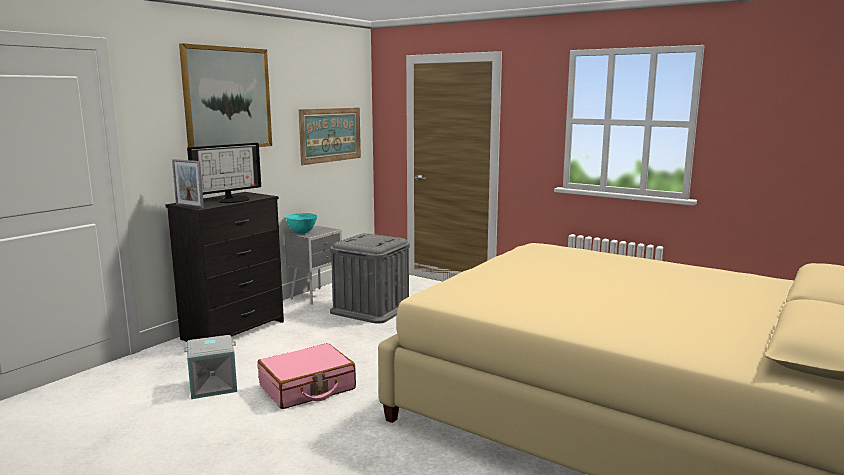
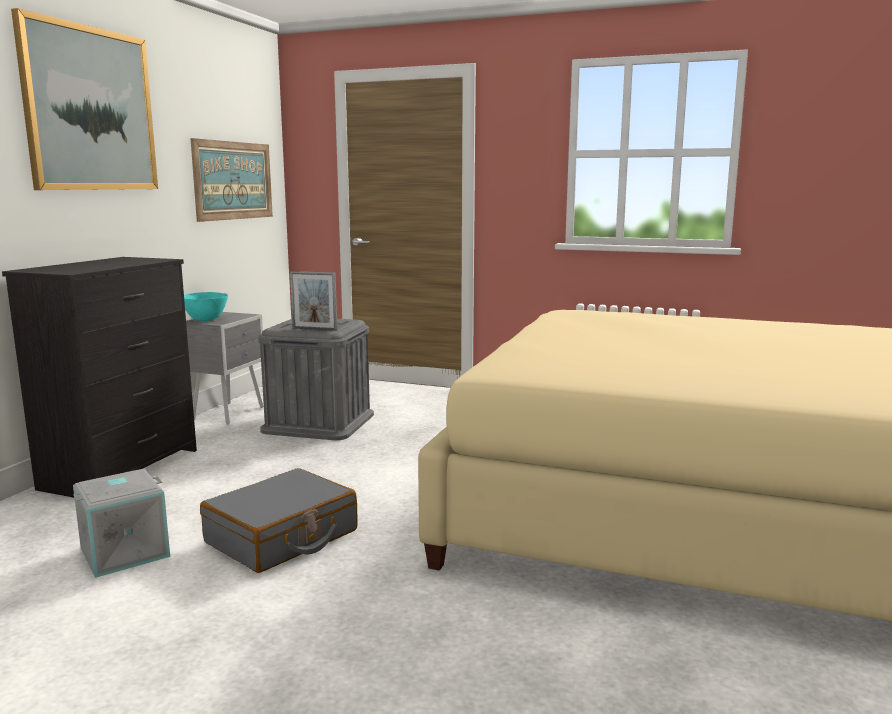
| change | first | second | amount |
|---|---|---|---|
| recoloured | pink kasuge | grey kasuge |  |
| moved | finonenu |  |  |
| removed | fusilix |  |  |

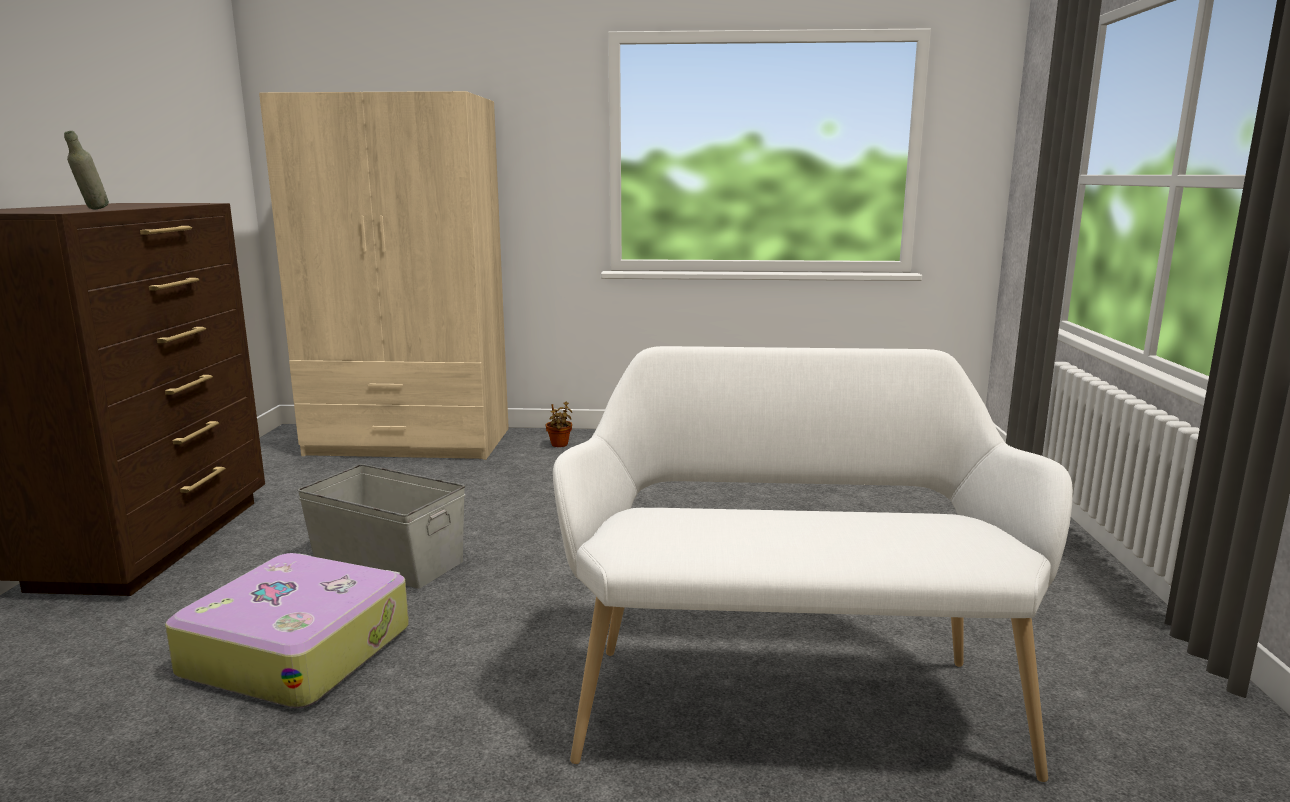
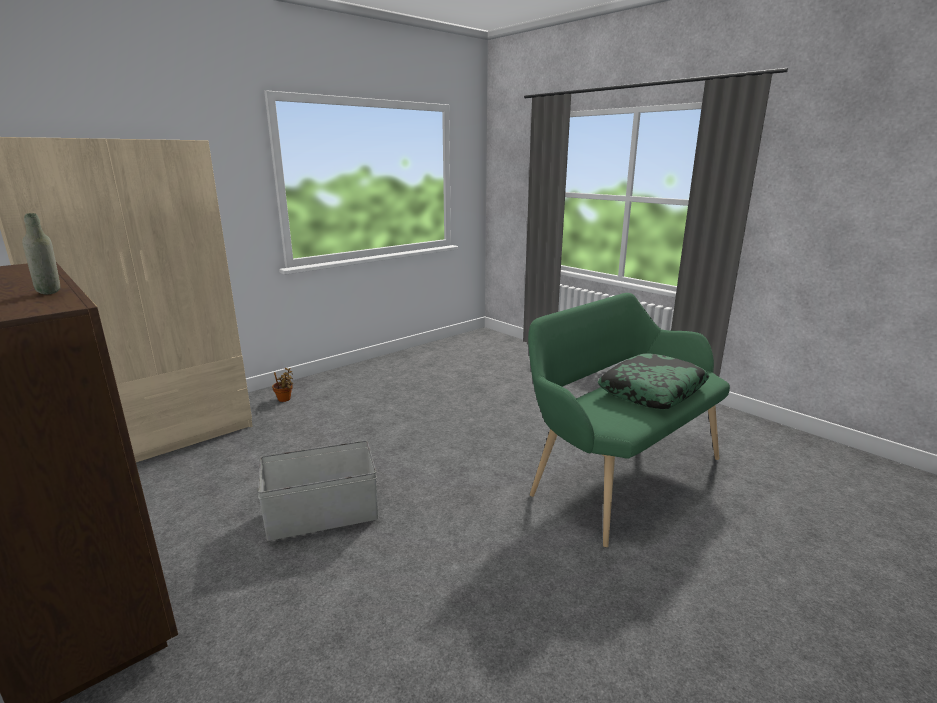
| change | first | second | amount |
|---|---|---|---|
| recoloured | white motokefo | green motokefo |  |
| added |  | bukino |  |
| removed | kasuge |  |  |

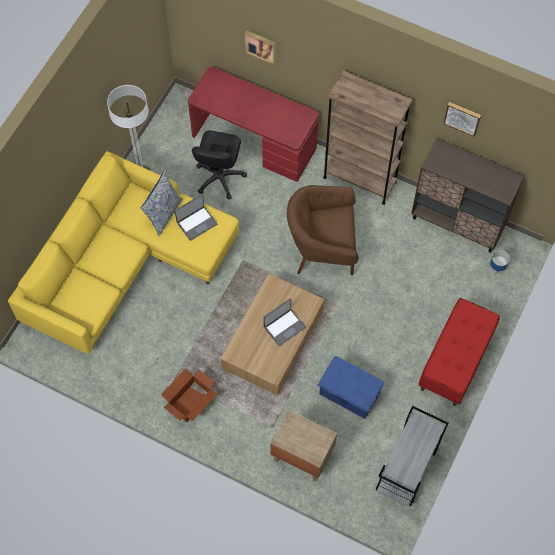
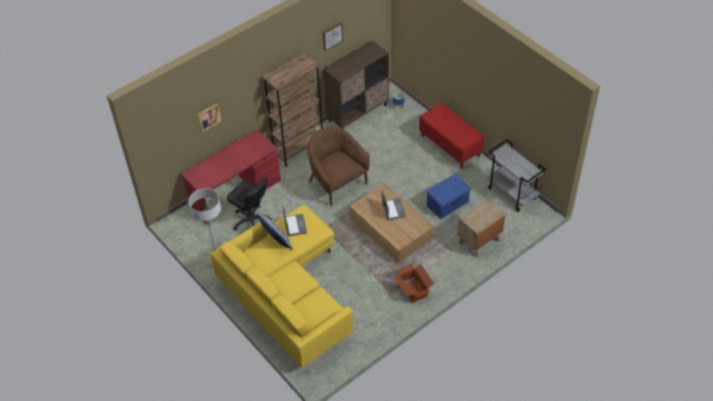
| change | first | second | amount |
|---|---|---|---|
| turned | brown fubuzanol |  | 120 degrees clockwise |

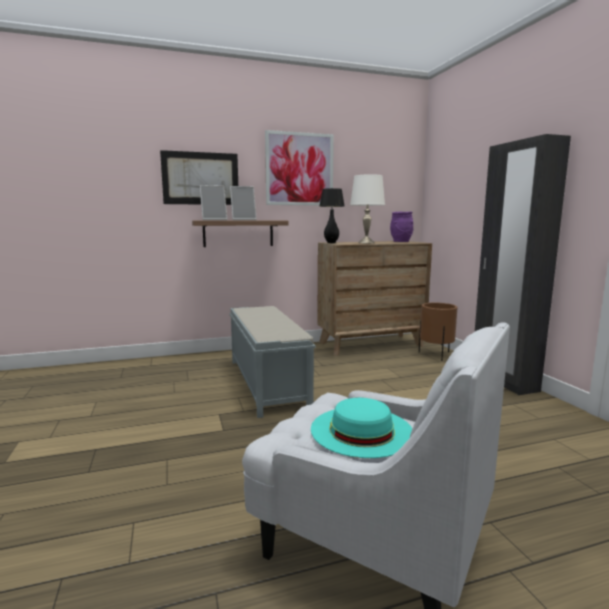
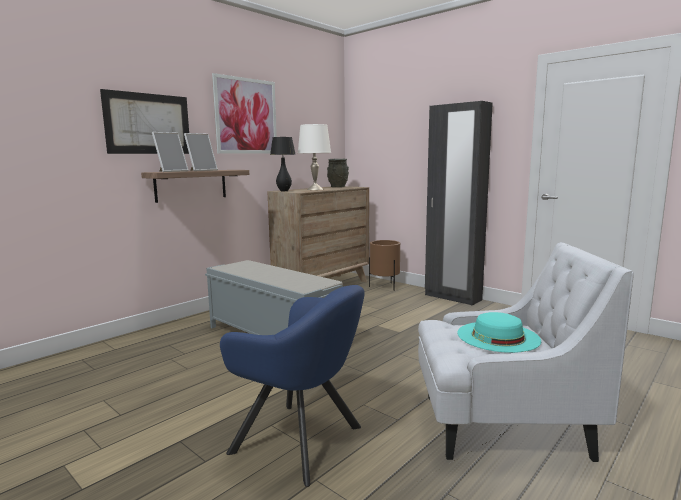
| change | first | second | amount |
|---|---|---|---|
| added |  | blue fubuzanol |  |
| recoloured | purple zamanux | grey zamanux |  |

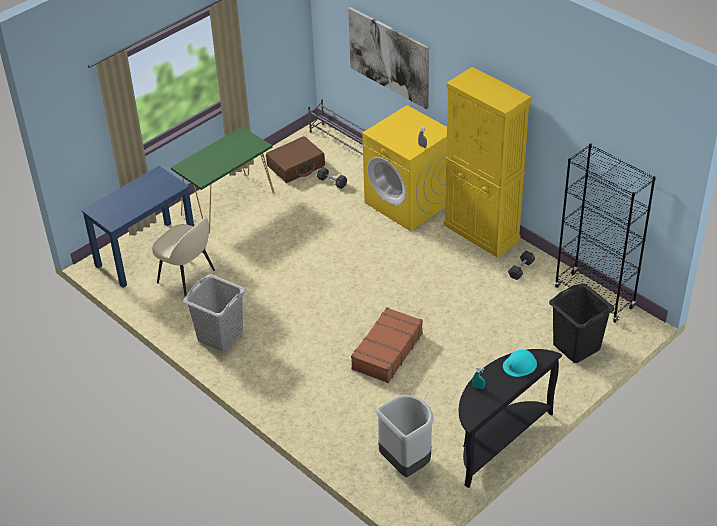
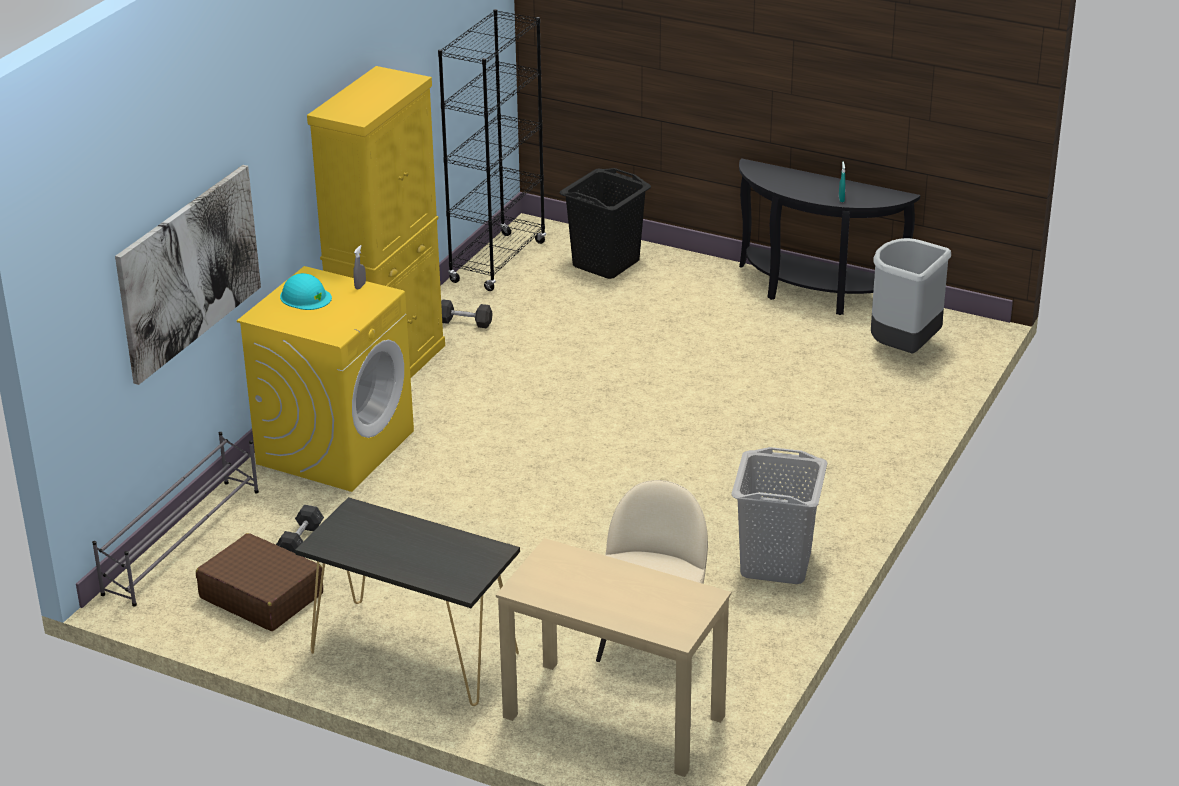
| change | first | second | amount |
|---|---|---|---|
| moved | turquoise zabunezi |  |  |
| recoloured | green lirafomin | black lirafomin (1st from left) |  |
| recoloured | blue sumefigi | beige sumefigi |  |
| removed | brown kasuge (2nd from left) |  |  |

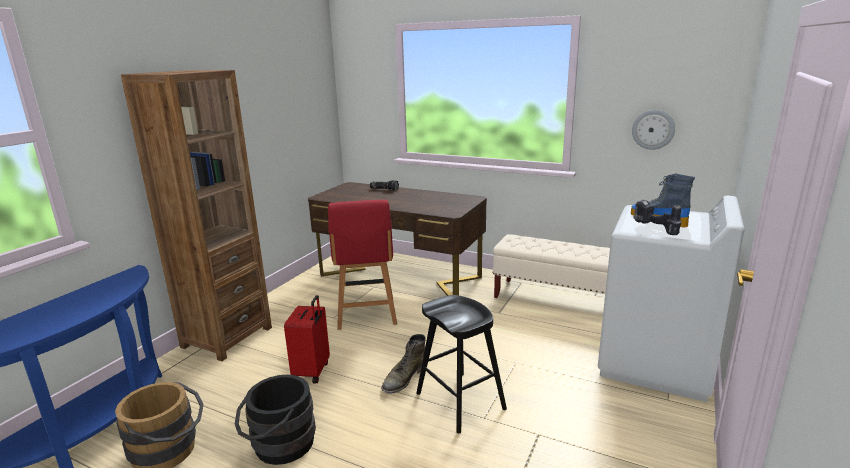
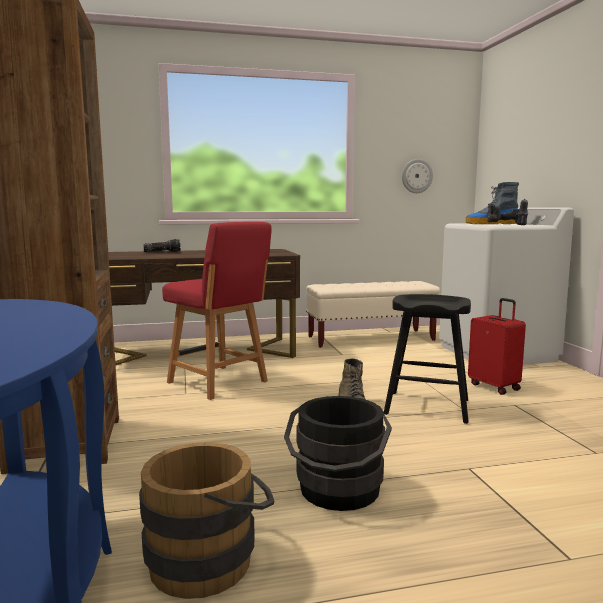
| change | first | second | amount |
|---|---|---|---|
| moved | red kasuge |  |  |

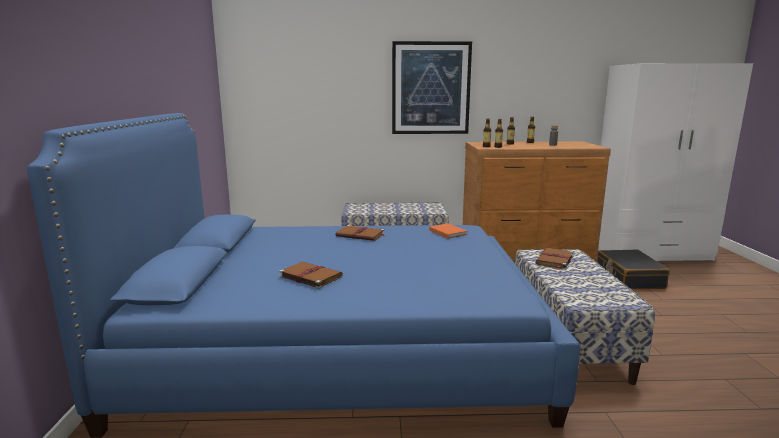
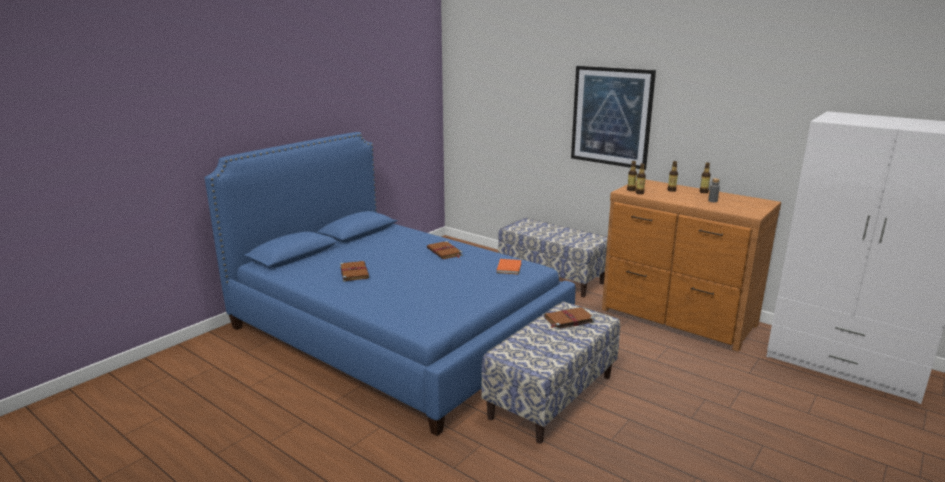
| change | first | second | amount |
|---|---|---|---|
| removed | black kasuge |  |  |

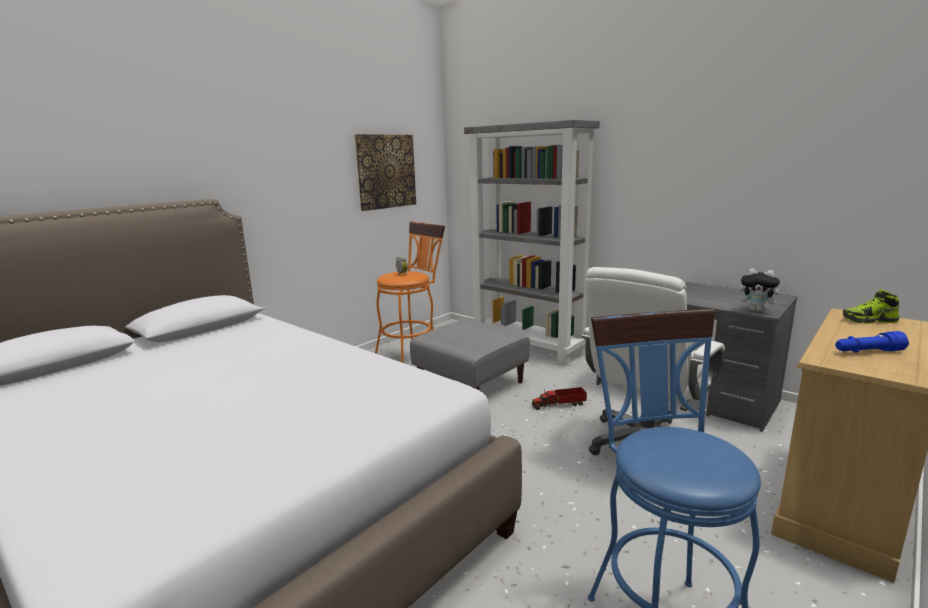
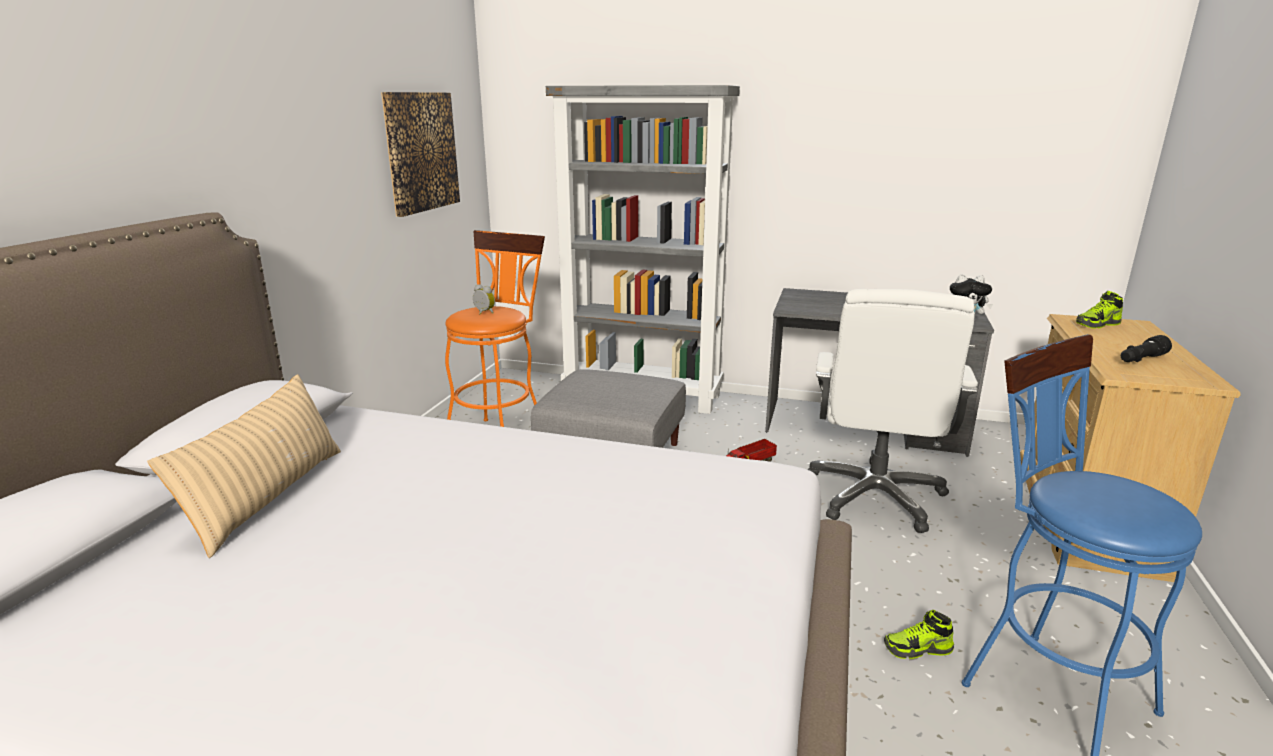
| change | first | second | amount |
|---|---|---|---|
| added |  | beige bukino |  |
| added |  | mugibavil (1st from left) |  |
| recoloured | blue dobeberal | black dobeberal |  |

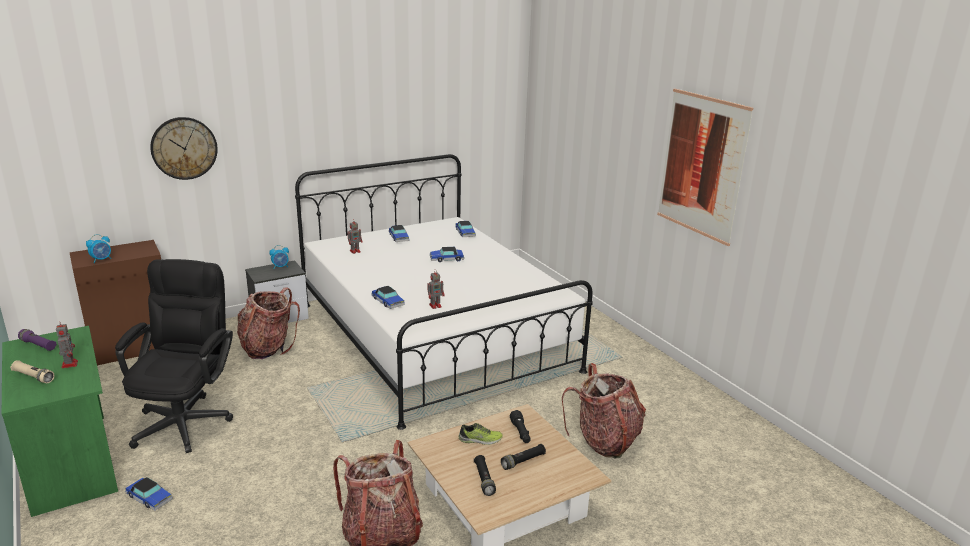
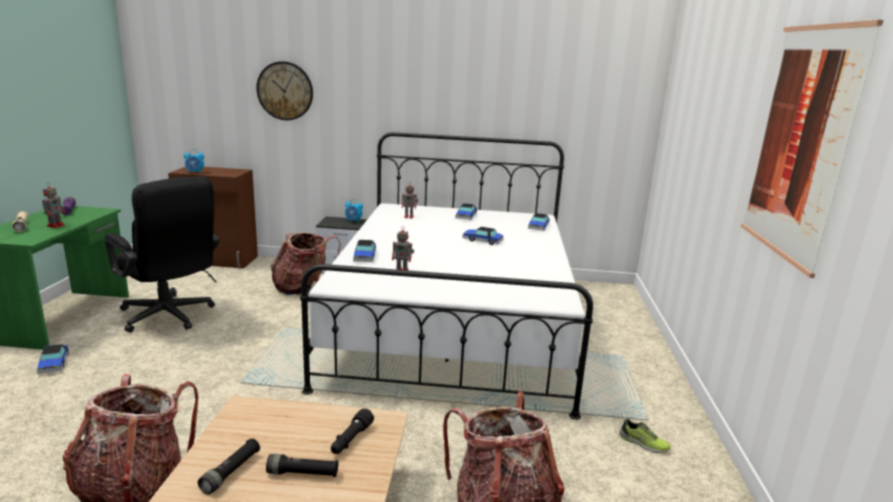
| change | first | second | amount |
|---|---|---|---|
| turned | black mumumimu |  | 90 degrees clockwise |
| moved | mugibavil |  |  |

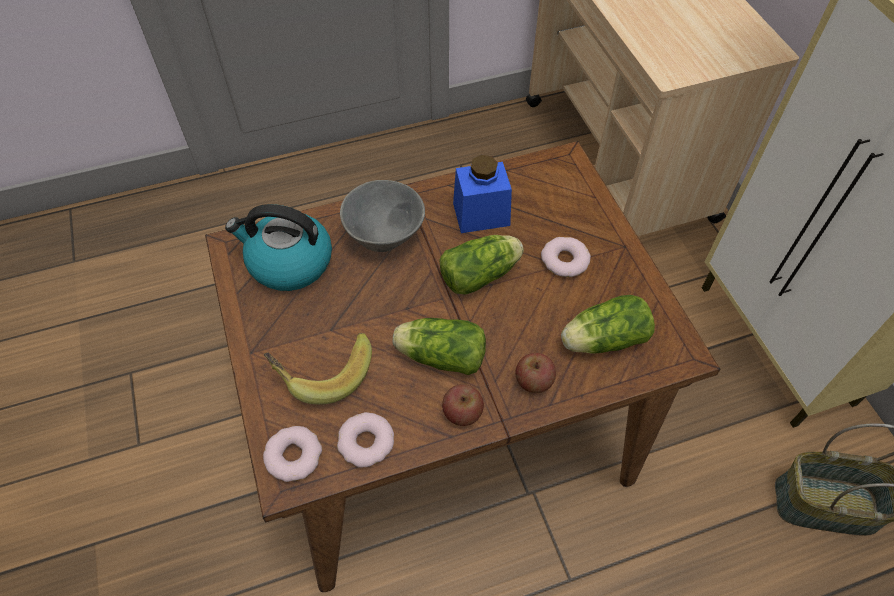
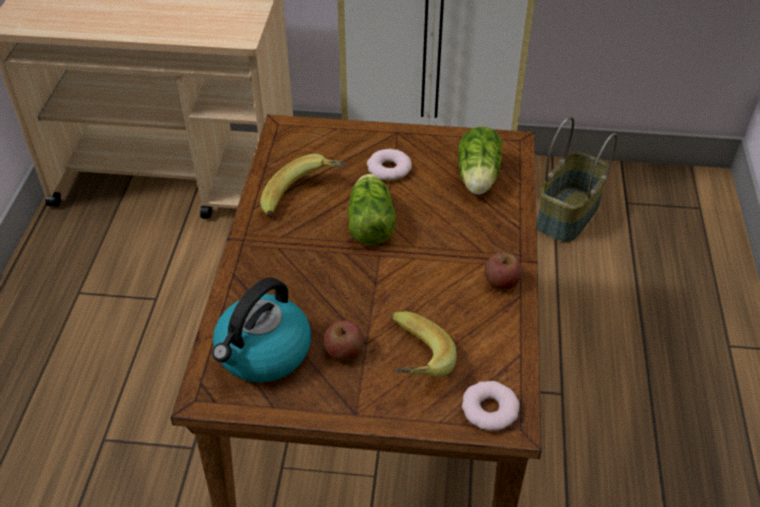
| change | first | second | amount |
|---|---|---|---|
| replaced | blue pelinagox | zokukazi (1st from left) |  |
| moved | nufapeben (2nd from left in the first image) | nufapeben (1st from left) |  |
| removed | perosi (2nd from left) |  |  |
| removed | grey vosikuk |  |  |
| removed | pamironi (1st from left) |  |  |

